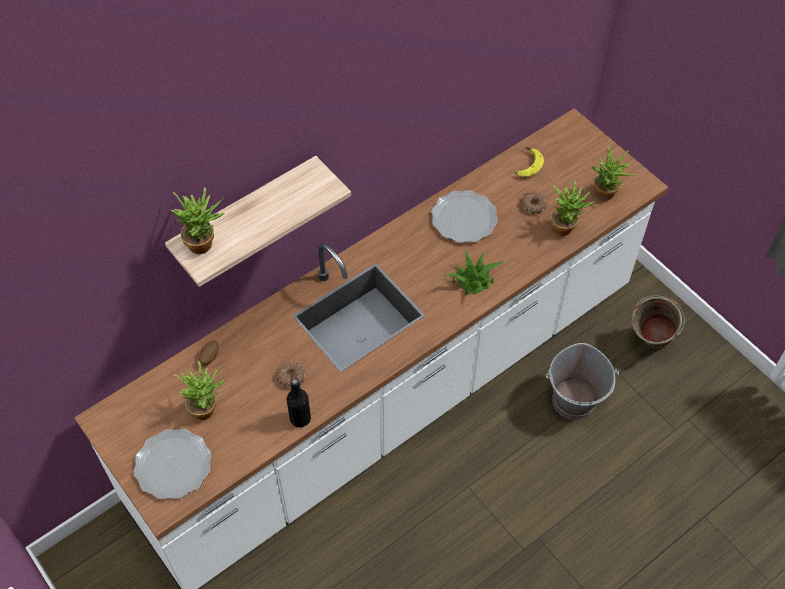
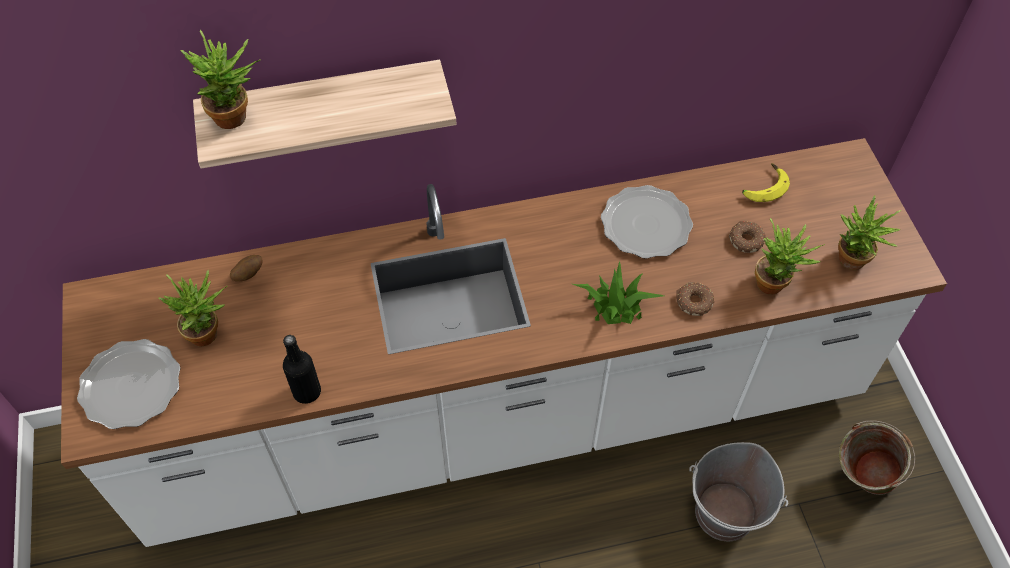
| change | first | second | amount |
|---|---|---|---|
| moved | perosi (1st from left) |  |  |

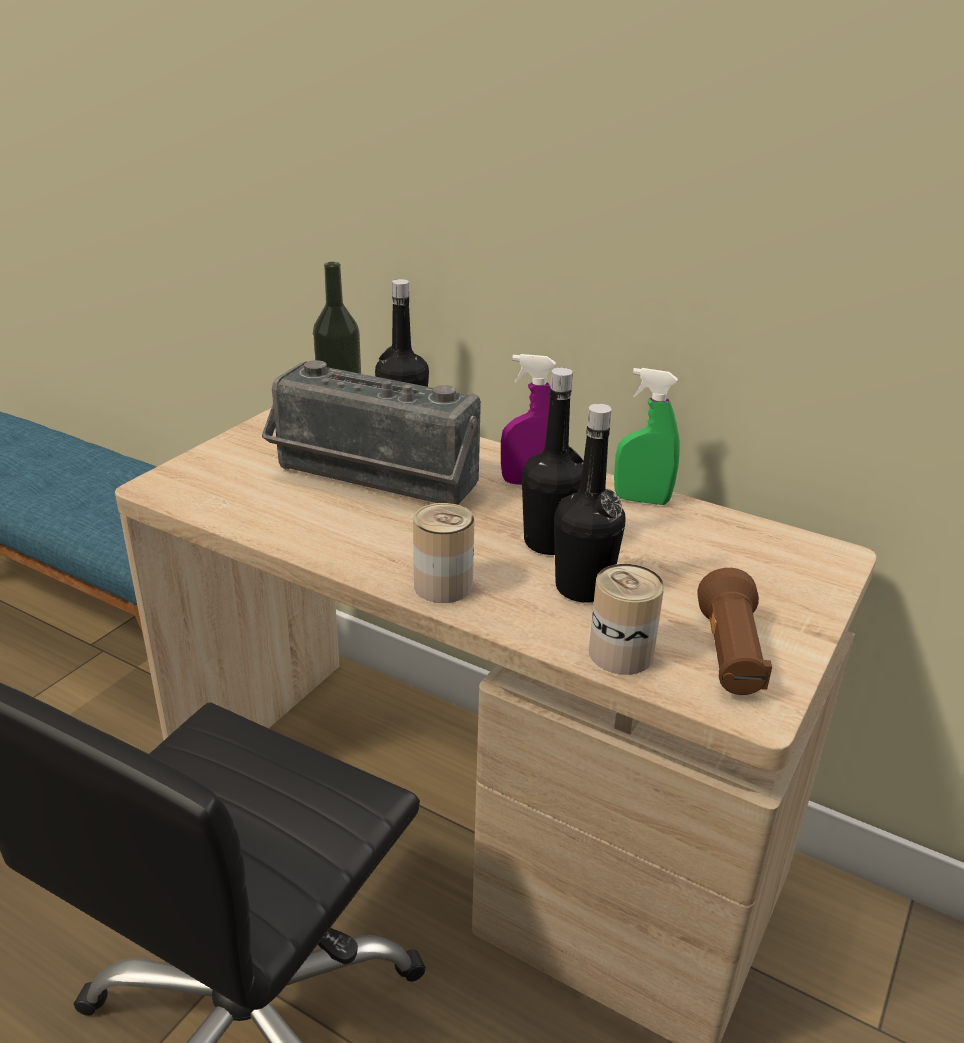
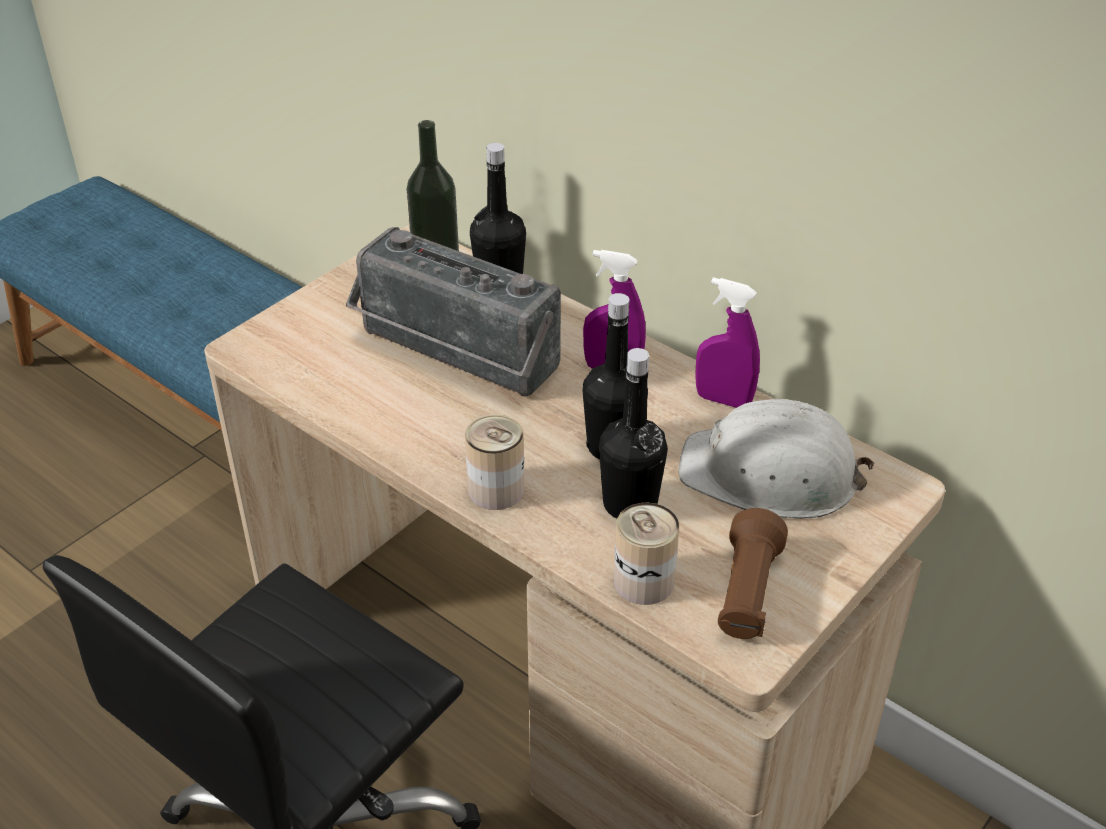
| change | first | second | amount |
|---|---|---|---|
| added |  | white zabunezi |  |
| recoloured | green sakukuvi | purple sakukuvi (2nd from left) |  |

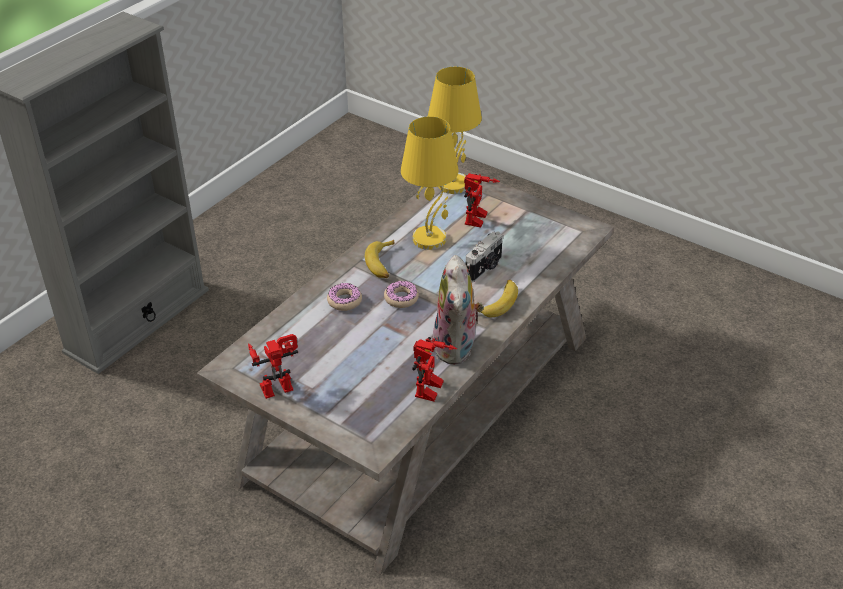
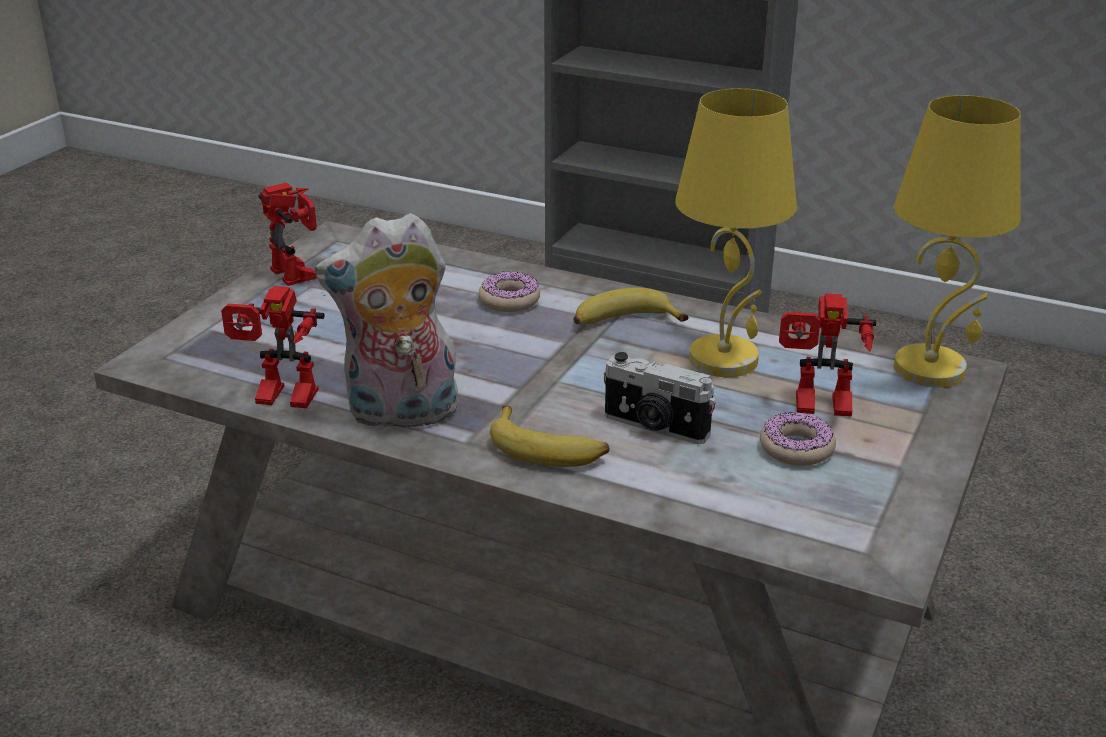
| change | first | second | amount |
|---|---|---|---|
| moved | perosi (2nd from left) |  |  |

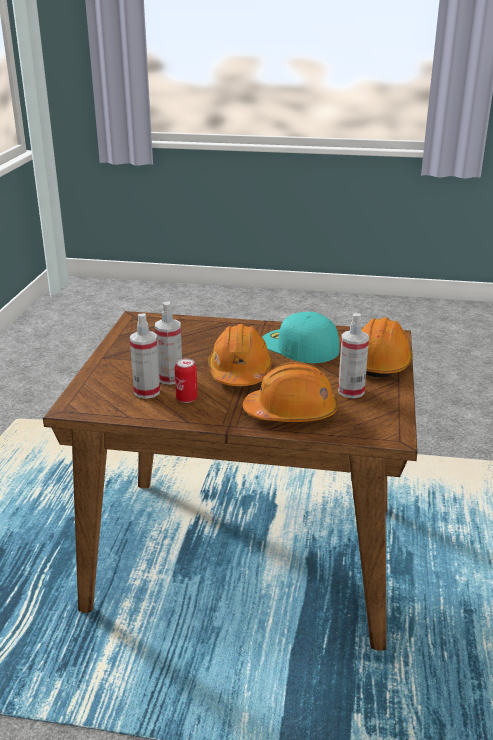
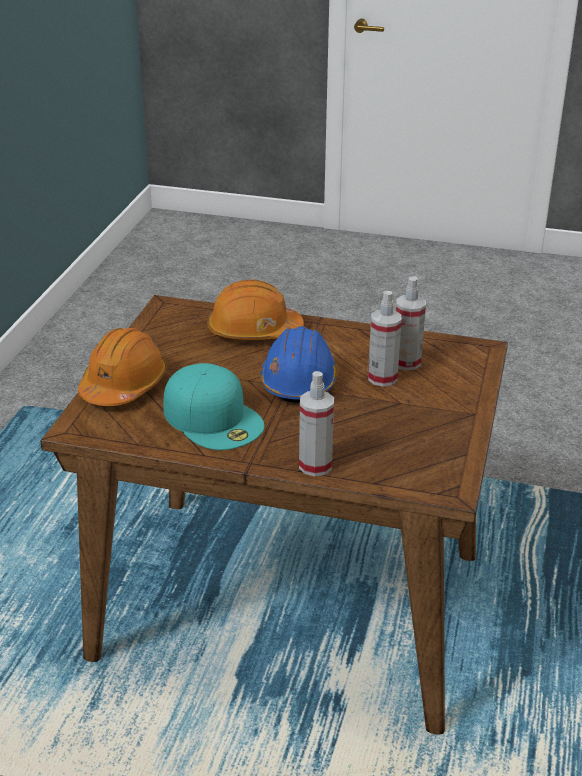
| change | first | second | amount |
|---|---|---|---|
| recoloured | orange zabunezi (1st from left) | blue zabunezi |  |
| moved | sakukuvi (3rd from left in the first image) | sakukuvi (1st from left) |  |
| removed | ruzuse |  |  |

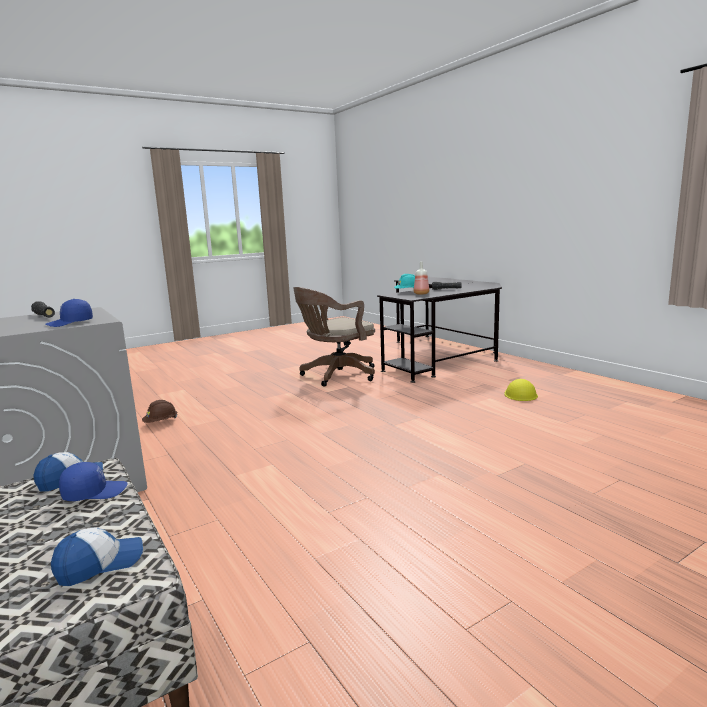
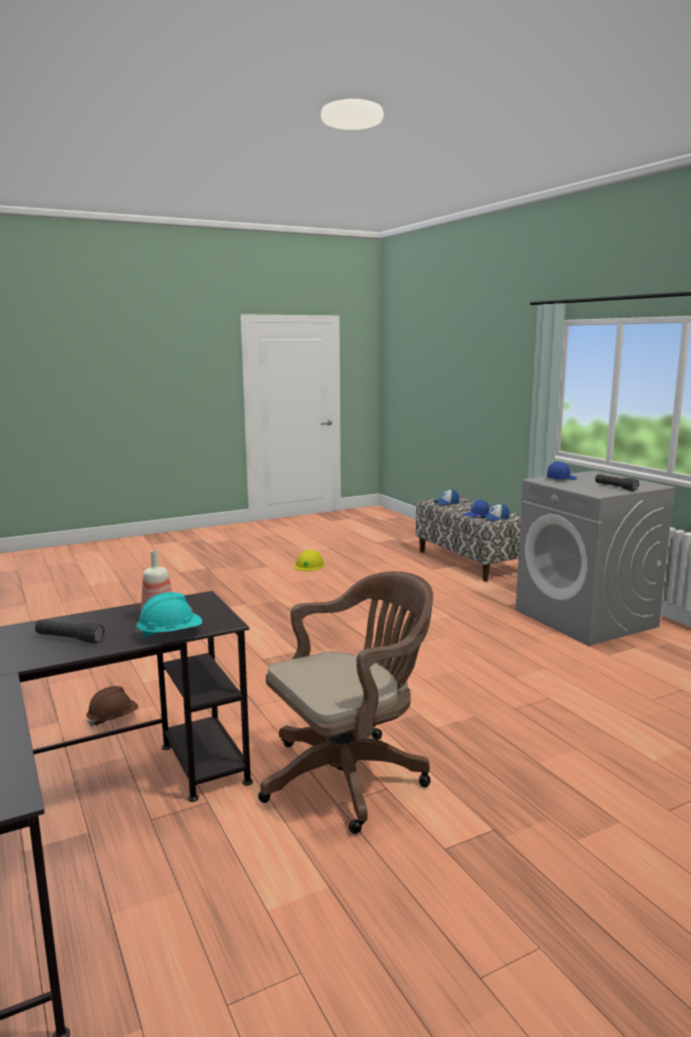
| change | first | second | amount |
|---|---|---|---|
| moved | brown zabunezi |  |  |
| moved | yellow zabunezi |  |  |

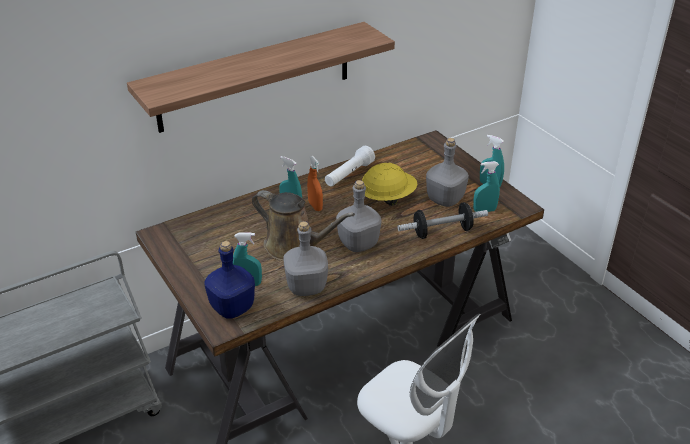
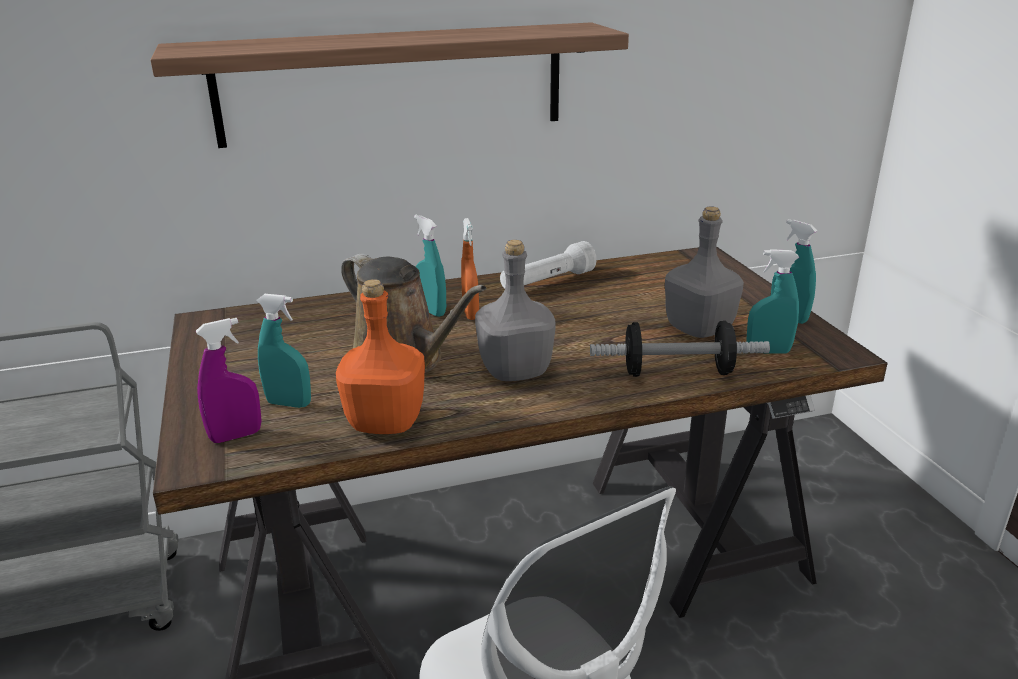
| change | first | second | amount |
|---|---|---|---|
| replaced | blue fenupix | purple sakukuvi |  |
| recoloured | grey fenupix (1st from left) | orange fenupix |  |
| removed | yellow zabunezi |  |  |

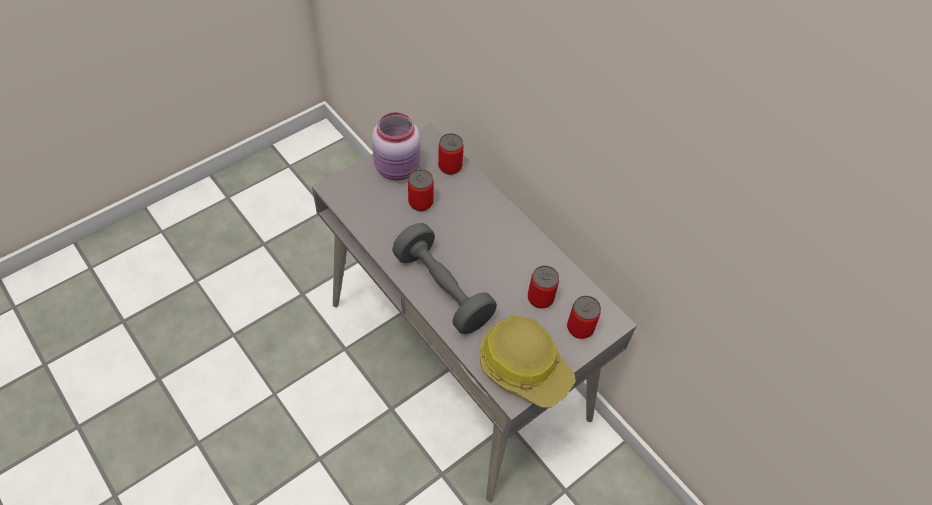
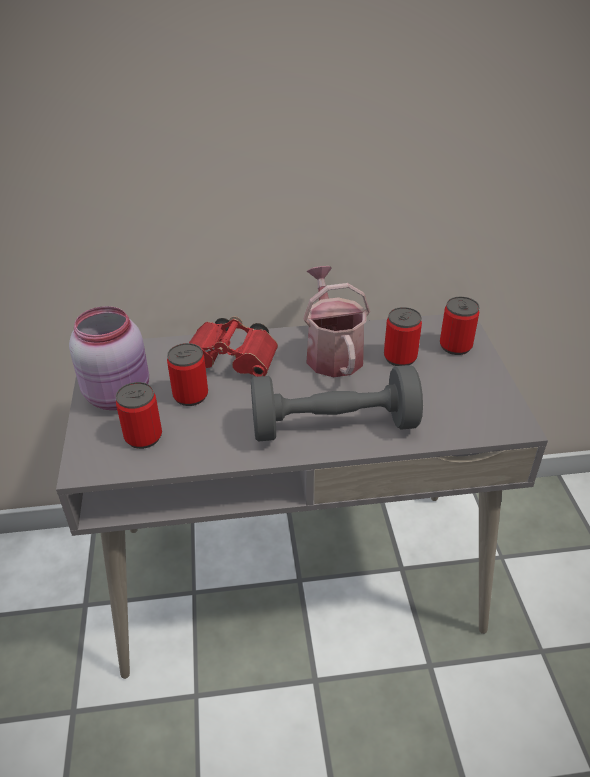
| change | first | second | amount |
|---|---|---|---|
| moved | ruzuse (2nd from left in the first image) | ruzuse (1st from left) |  |
| added |  | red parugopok |  |
| added |  | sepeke |  |
| removed | zabunezi |  |  |

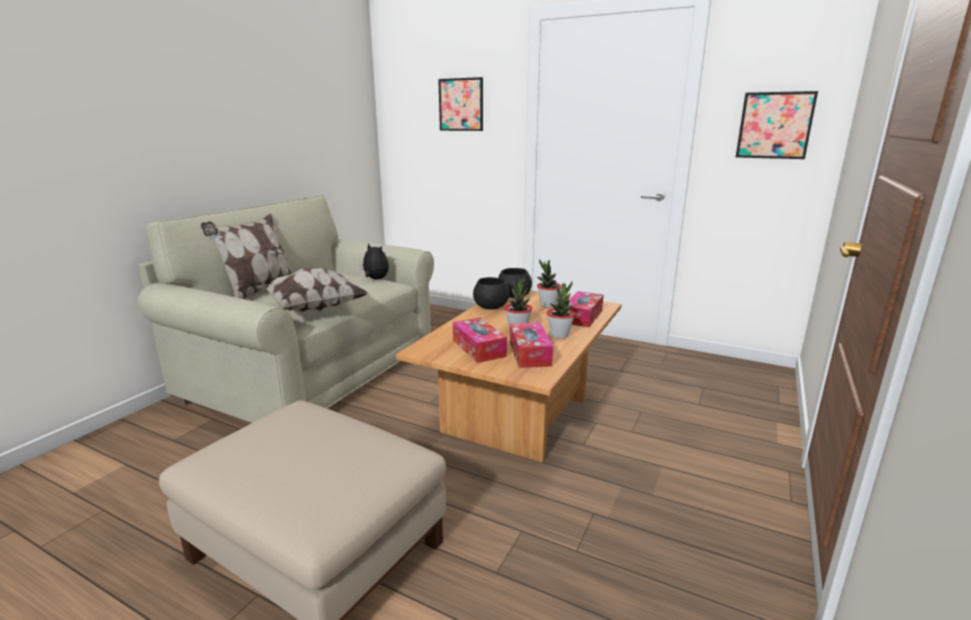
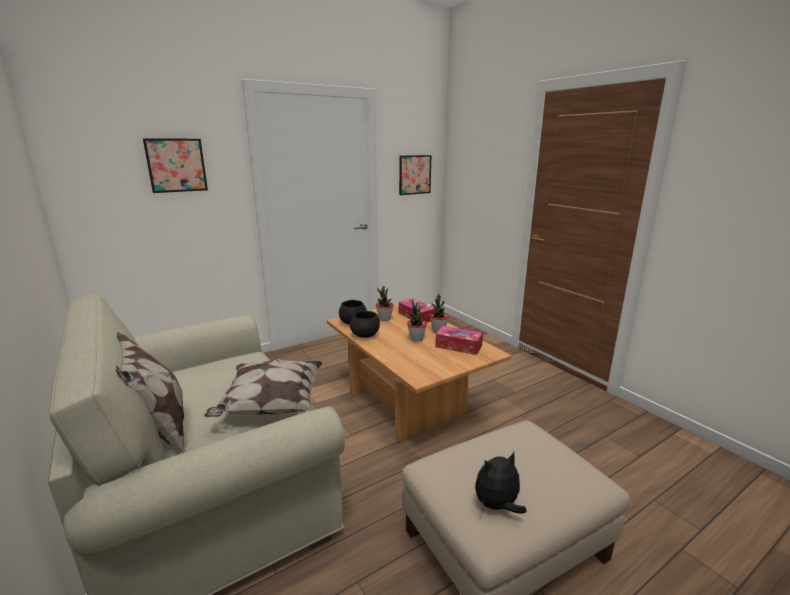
| change | first | second | amount |
|---|---|---|---|
| moved | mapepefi |  |  |
| removed | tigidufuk (1st from left) |  |  |

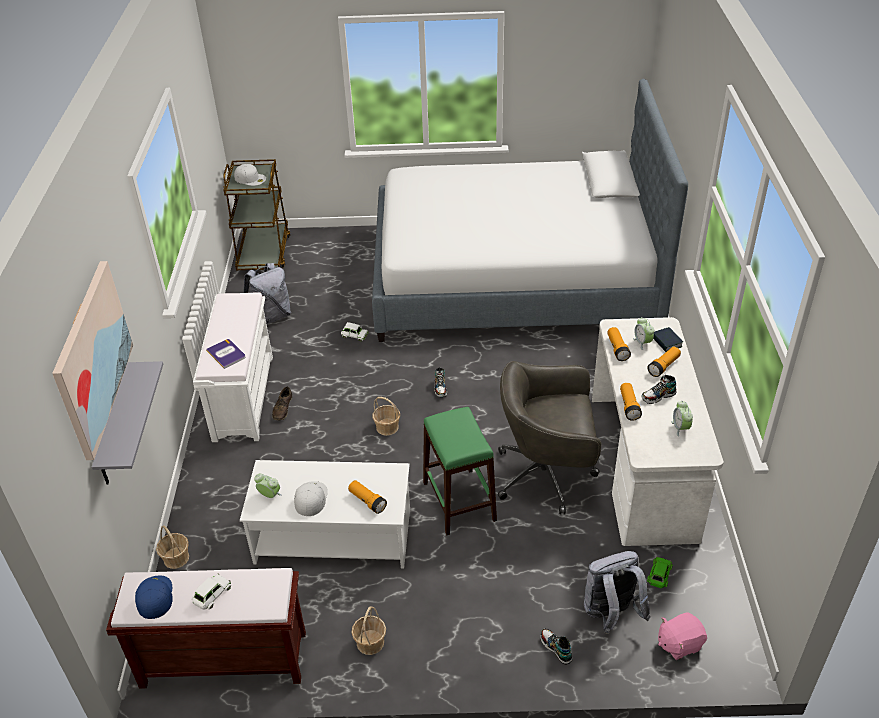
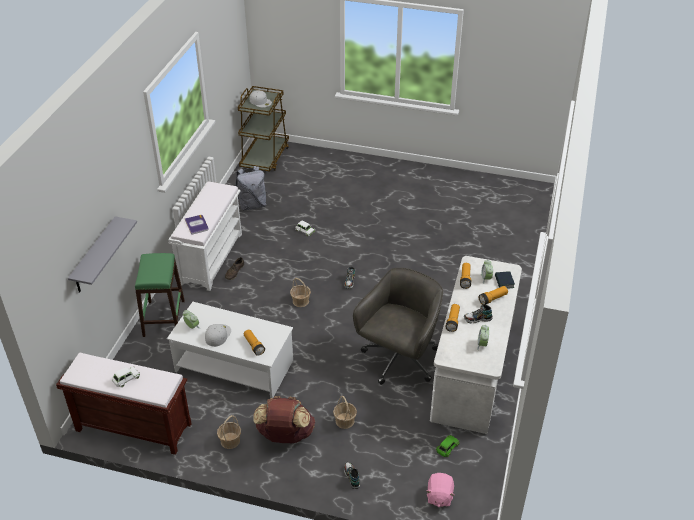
| change | first | second | amount |
|---|---|---|---|
| moved | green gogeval |  |  |
| added |  | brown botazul |  |
| moved | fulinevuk (1st from left in the first image) | fulinevuk (3rd from left) |  |
| turned | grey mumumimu |  | 105 degrees clockwise |
| turned | pink mapepefi |  | 75 degrees counterclockwise |
| removed | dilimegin |  |  |
| removed | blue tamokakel |  |  |
| removed | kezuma |  |  |
| removed | grey botazul (2nd from left) |  |  |

